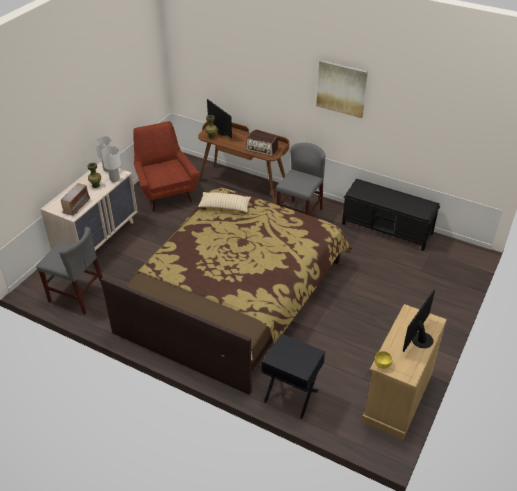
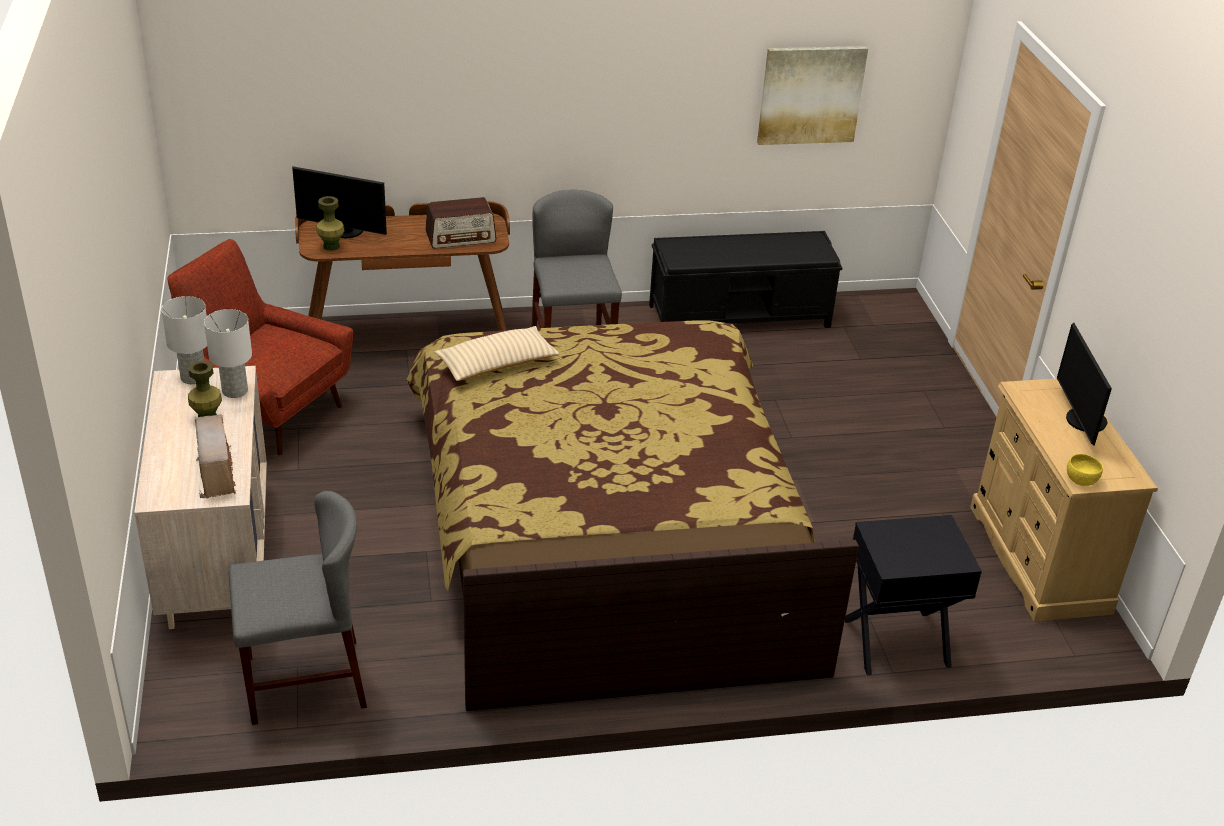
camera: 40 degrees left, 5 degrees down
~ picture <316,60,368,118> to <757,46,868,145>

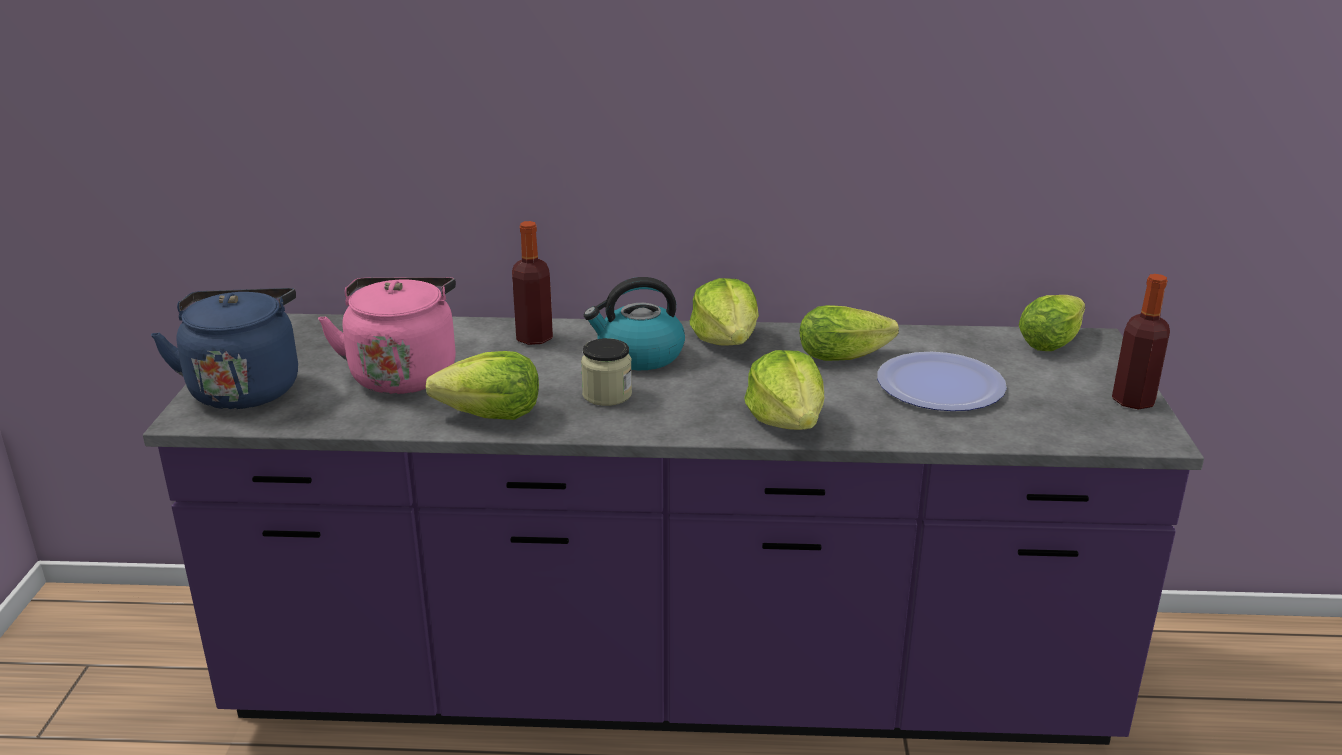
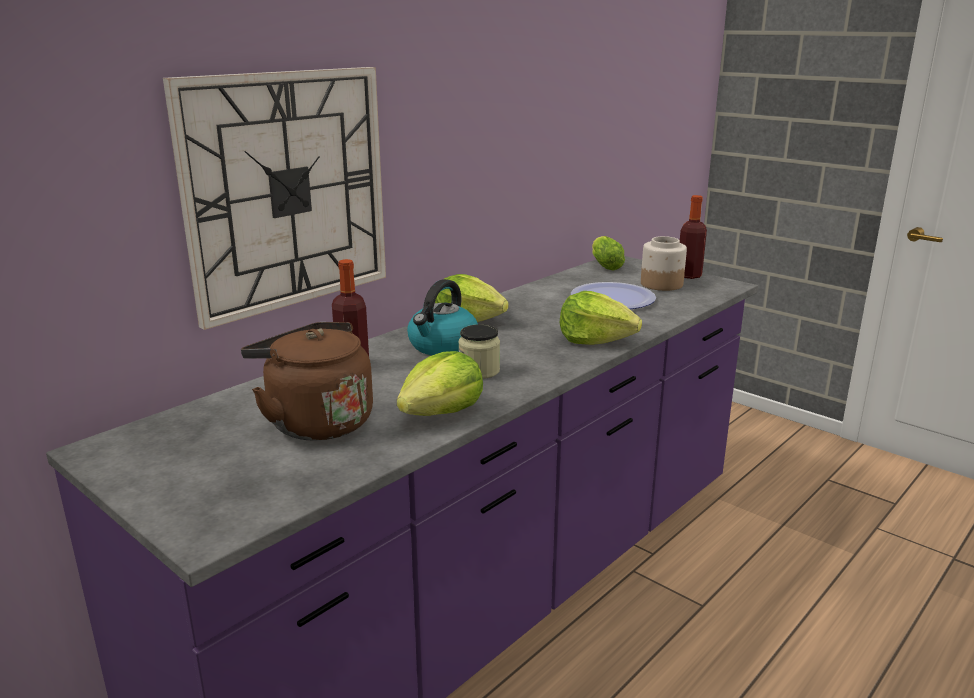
camera: 50 degrees left, 5 degrees down
+ hanging clock <163,67,386,330>
~ pink-coloured water kettle <318,277,456,394> to brown-coloured water kettle <241,322,373,441>
+ storage jar <641,236,687,291>
- blue water kettle <151,288,298,409>
- lettuce head <800,305,899,361>

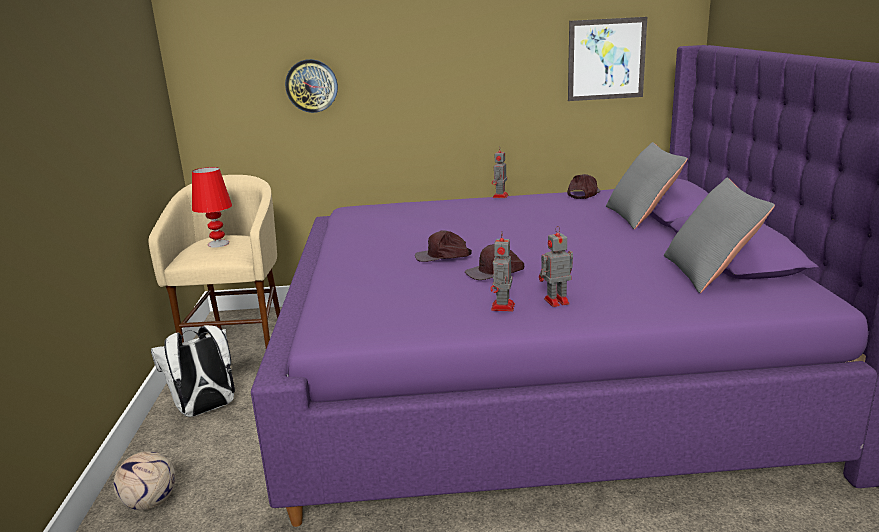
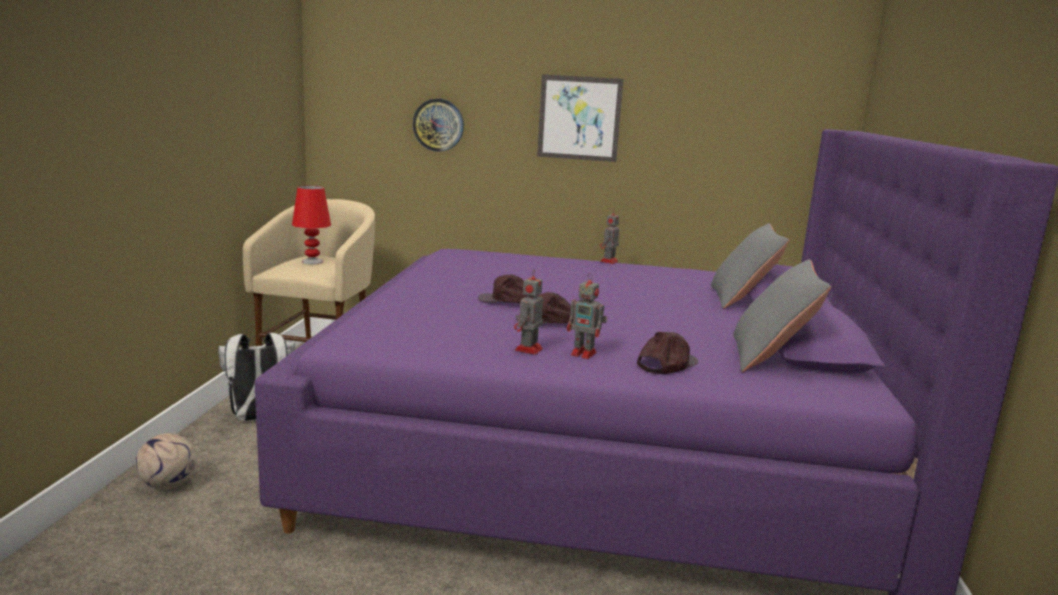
camera: 10 degrees right, 5 degrees down
~ picture <568,17,647,101> to <537,74,624,162>
~ model robot <539,226,573,307> = <567,273,607,359> 150 degrees counterclockwise
~ brown-coloured peaked cap <567,174,601,199> to <637,332,698,374>

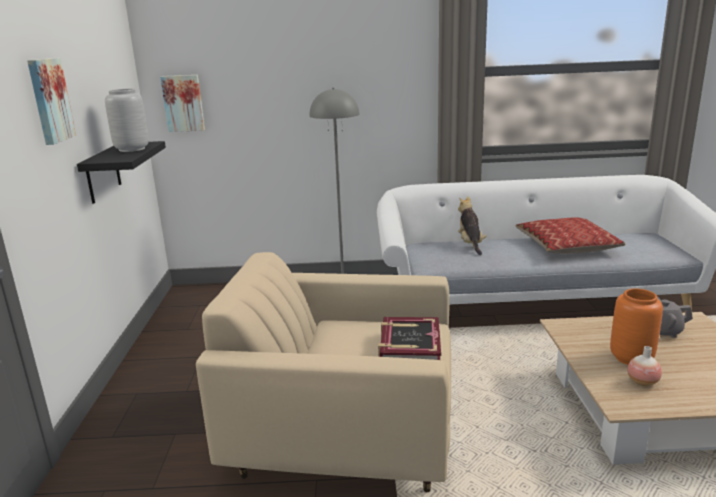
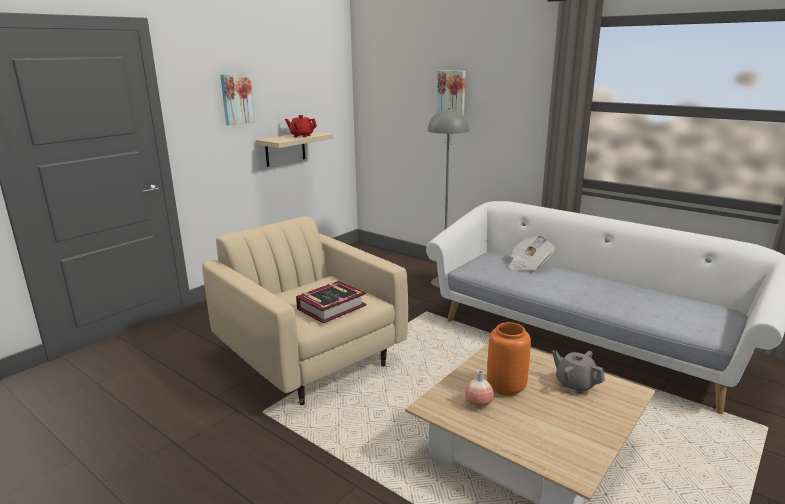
camera: 40 degrees right, 0 degrees up
~ blackish shelf <77,141,166,204> to sand-coloured shelf <256,132,333,167>
~ gray flower vase <105,89,149,152> to reddish tea pot <285,115,317,137>
~ picture <160,75,205,132> to <437,70,466,115>
~ soft toy <458,196,487,255> to printed paper <509,235,555,271>
- throw pillow <515,217,625,254>

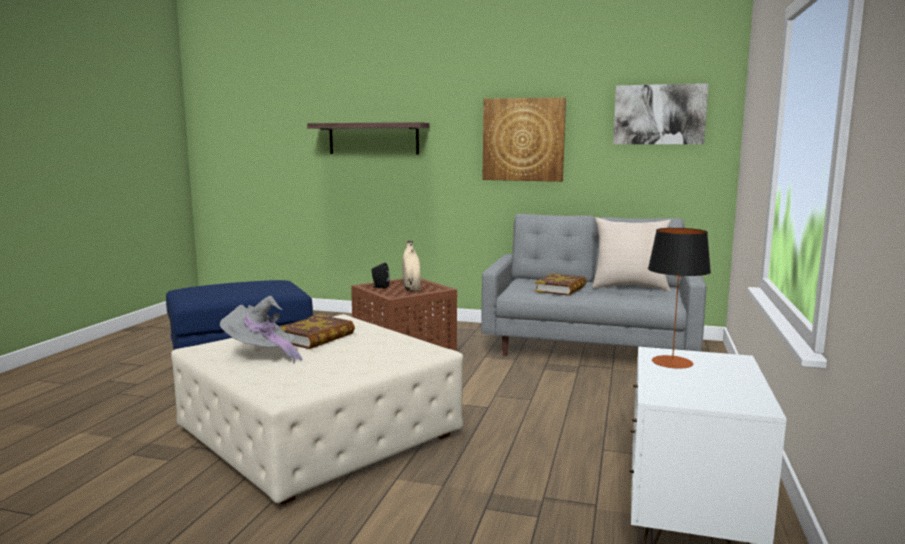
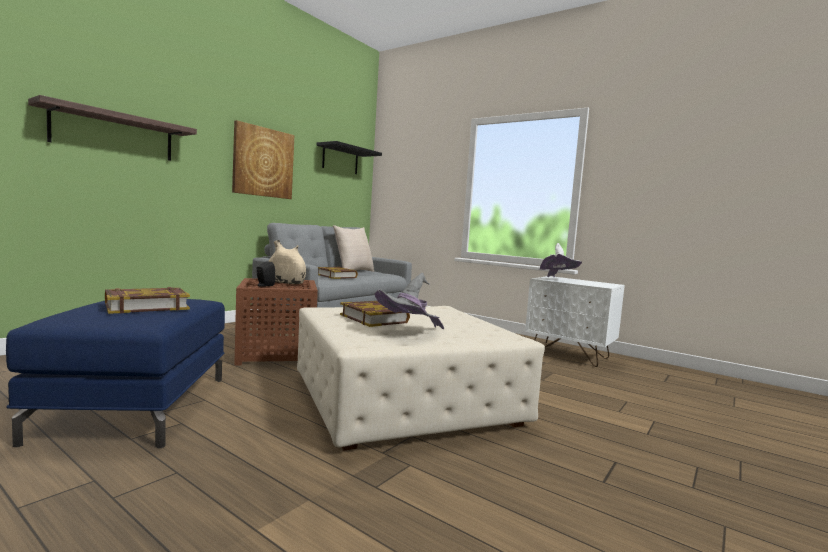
camera: 70 degrees left, 5 degrees down
+ book <105,287,190,314>
~ picture <613,83,708,144> to blackish shelf <316,141,382,174>
~ table lamp <648,228,711,369> to white wearable hat <540,243,582,277>

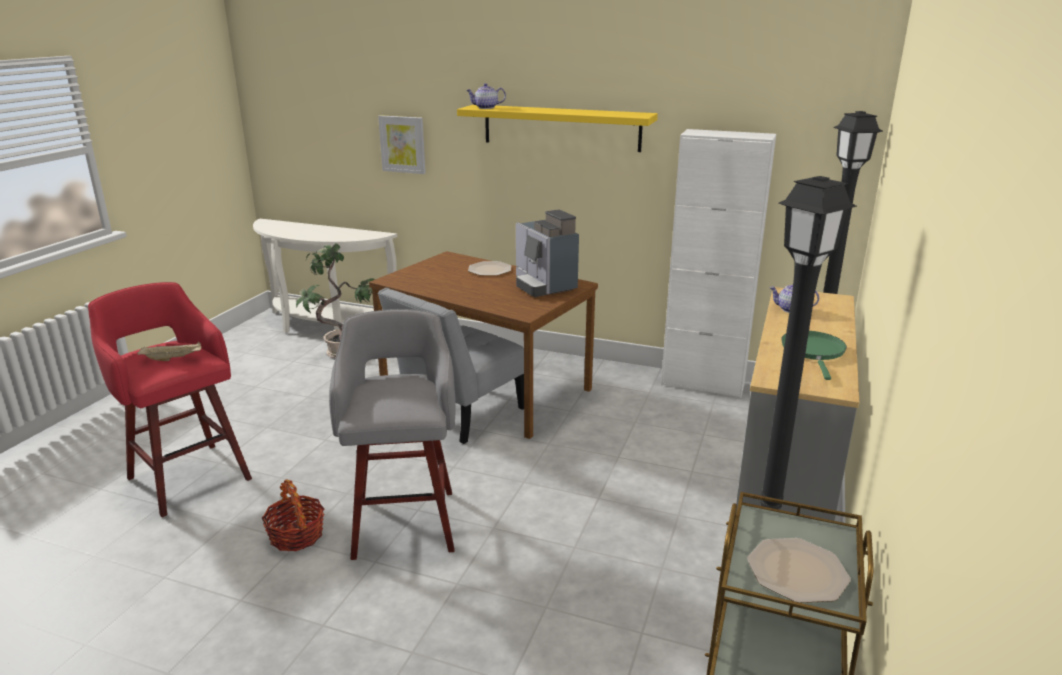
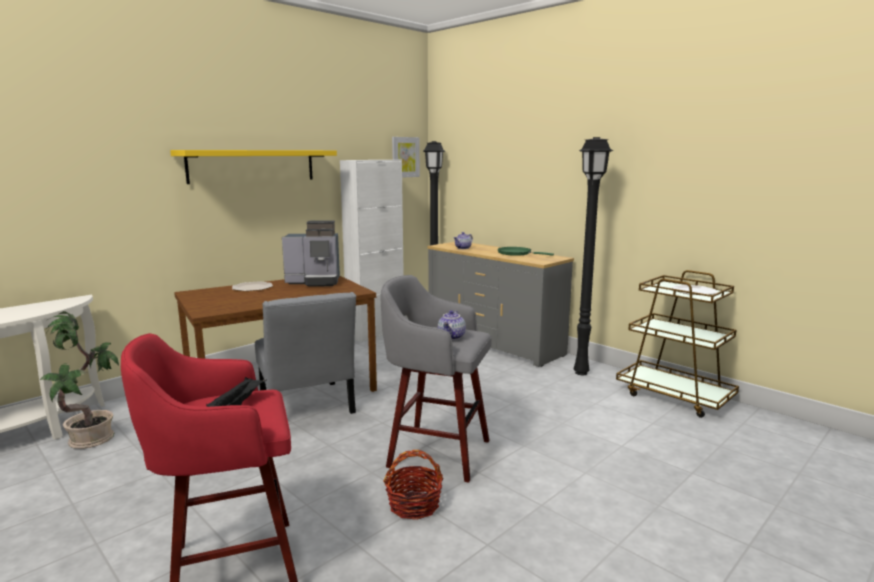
camera: 65 degrees left, 10 degrees down
~ sand-coloured tray <138,342,201,361> to blackish tray <206,377,266,407>
~ picture <378,115,426,174> to <392,137,420,178>
~ tea pot <466,83,506,109> to <438,310,466,340>

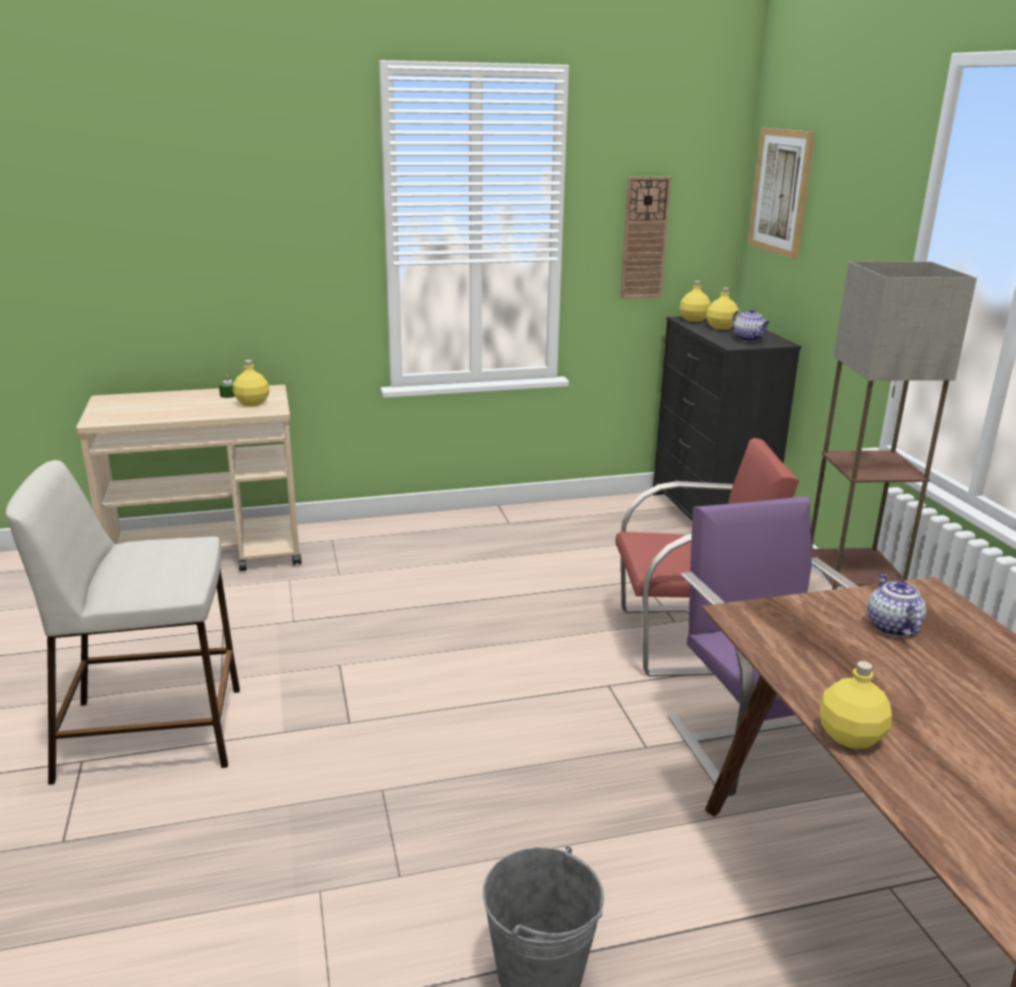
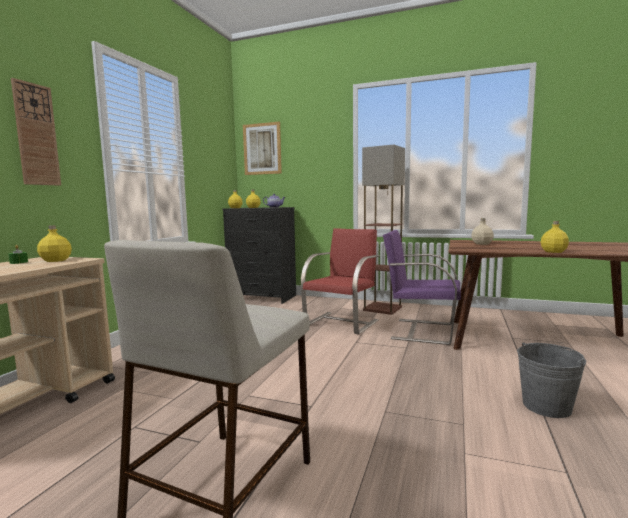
camera: 55 degrees left, 15 degrees down
~ hanging clock <620,177,671,299> to <11,78,61,186>
~ tea pot <867,573,926,637> to sand-coloured bottle <471,218,494,245>

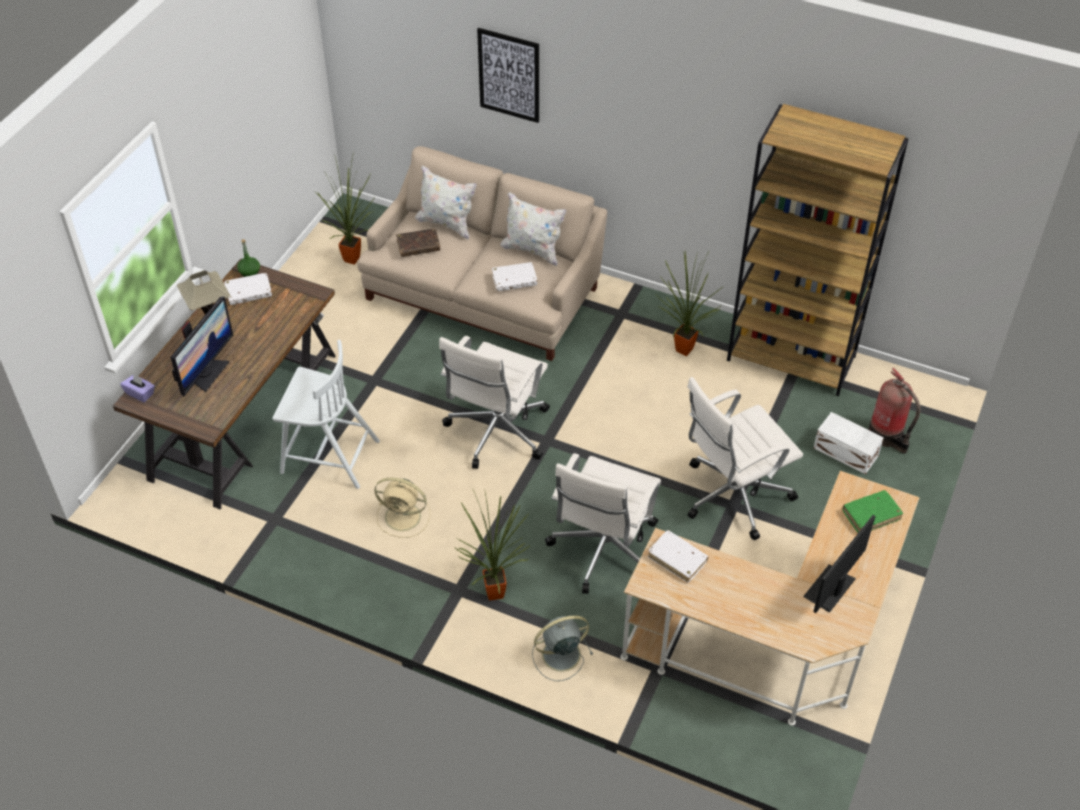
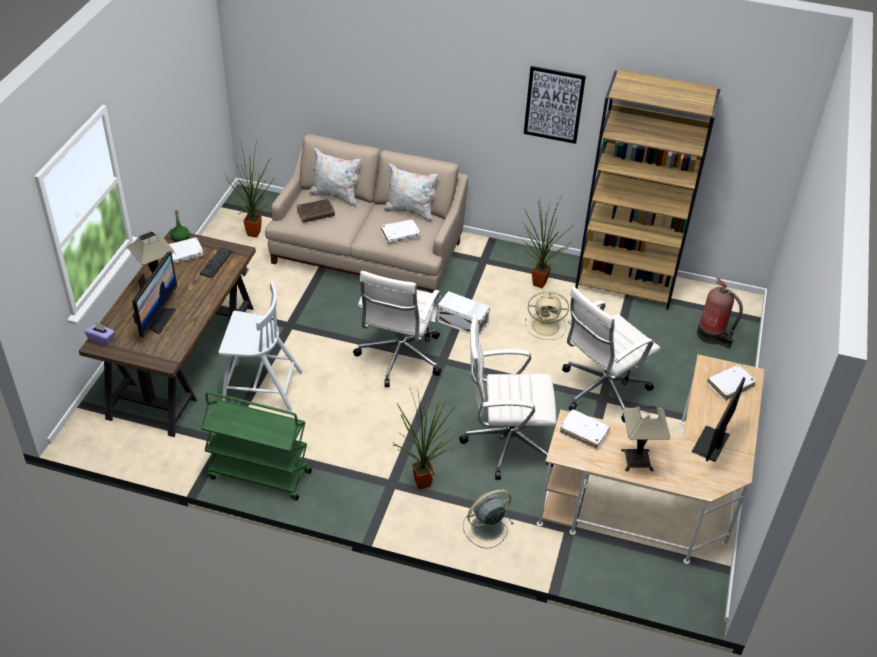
camera: 10 degrees left, 5 degrees down
+ computer keyboard <200,247,233,278>
+ green wheeled cart <201,391,312,501>
~ white storage bin <813,412,884,475> to <437,291,490,336>
~ white office chair <545,453,661,594> = <459,315,556,480> 75 degrees clockwise
~ picture <477,28,539,123> to <524,66,586,144>
~ sand-coloured cooling fan <374,477,430,538> to <525,291,569,340>
+ table lamp <621,406,670,471>
~ green book <842,490,903,533> to white book <707,365,756,401>

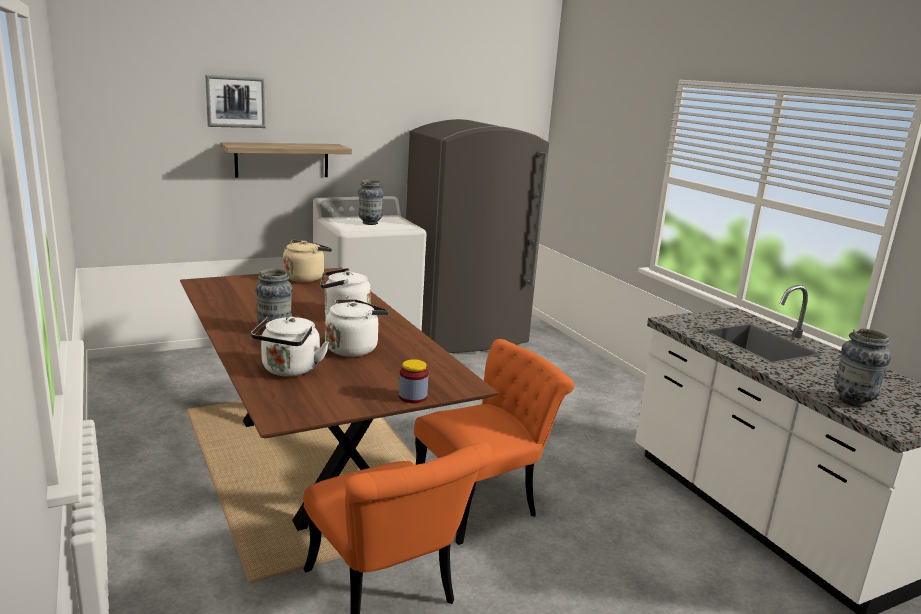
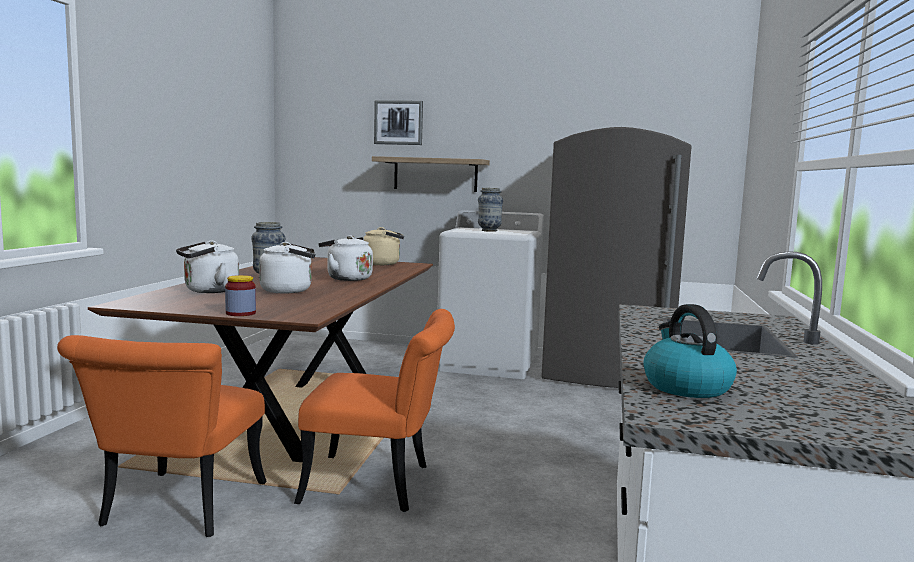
camera: 40 degrees right, 10 degrees down
~ flower vase <834,328,891,407> to water kettle <643,304,737,398>

